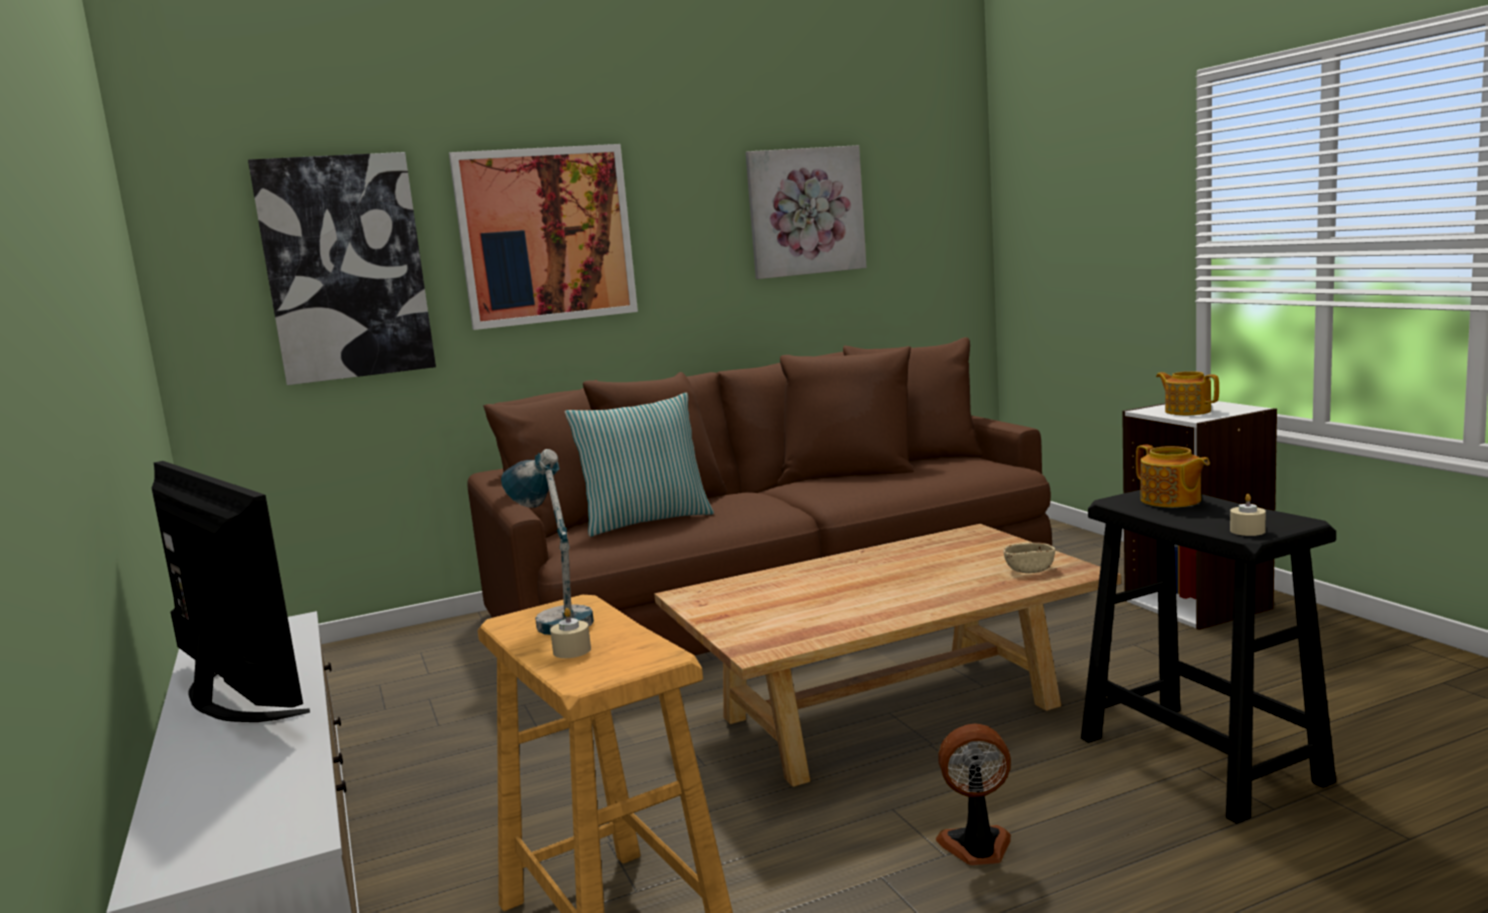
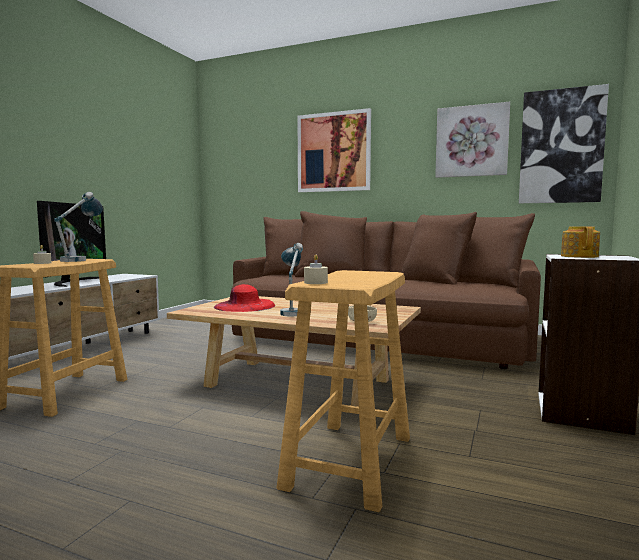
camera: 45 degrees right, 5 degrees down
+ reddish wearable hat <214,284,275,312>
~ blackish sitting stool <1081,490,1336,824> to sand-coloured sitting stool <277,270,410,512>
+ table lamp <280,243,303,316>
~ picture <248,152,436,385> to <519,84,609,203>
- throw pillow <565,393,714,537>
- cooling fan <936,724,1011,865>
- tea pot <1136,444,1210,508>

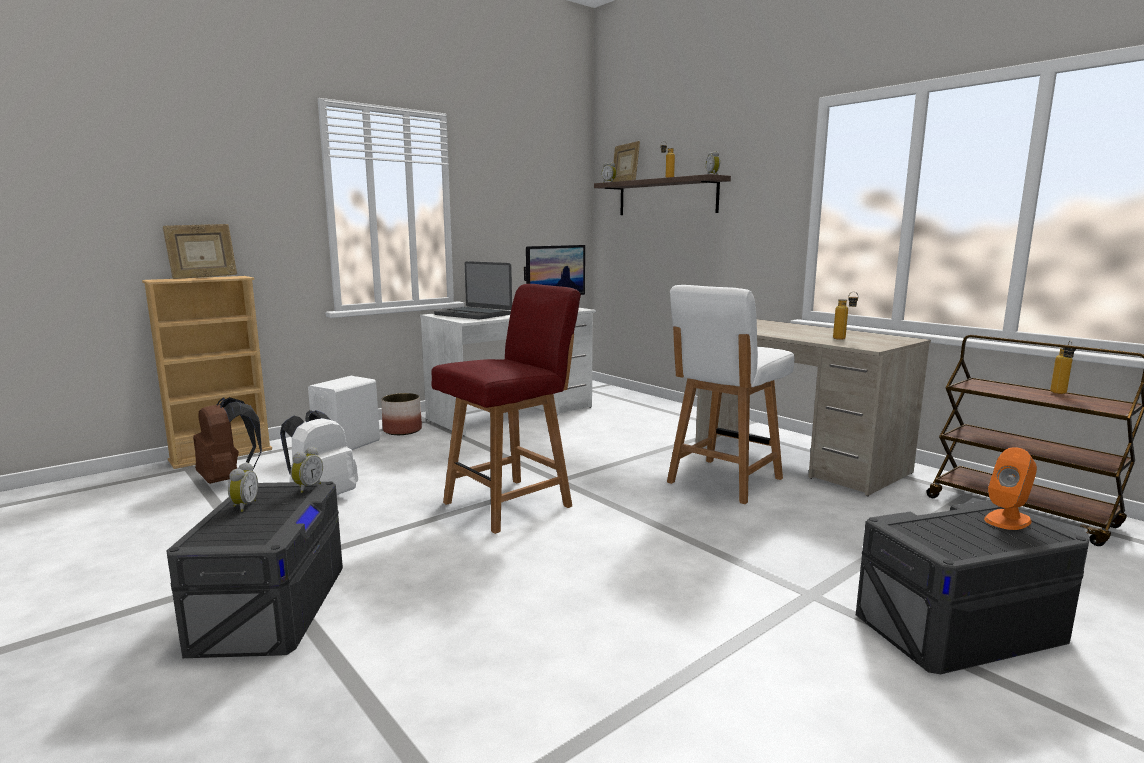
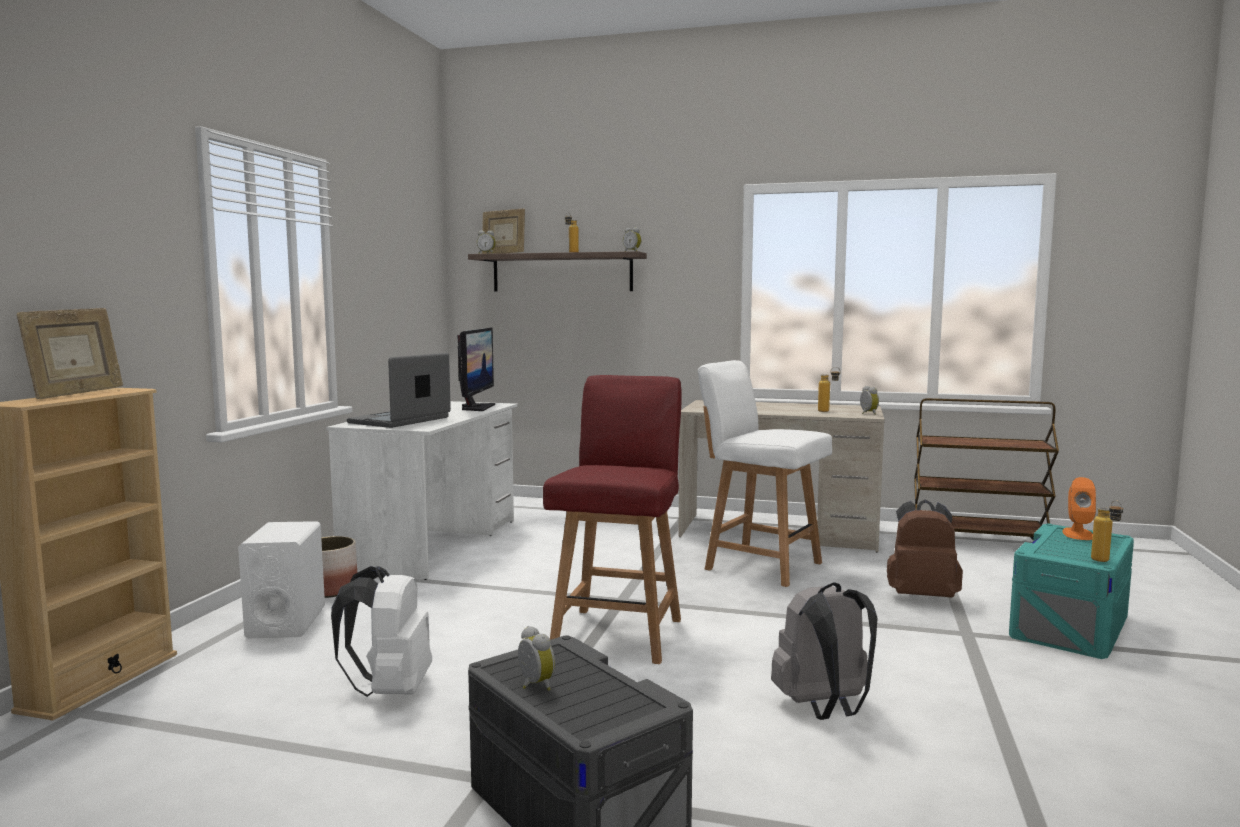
camera: 35 degrees left, 5 degrees down
~ laptop <434,261,512,320> = <347,353,451,428> 120 degrees clockwise
~ white chair <667,285,795,504> = <698,360,832,587> 120 degrees clockwise
+ gray rucksack <771,582,878,720>
~ alarm clock <291,447,323,493> to <860,386,879,415>
~ brown-coloured rucksack <193,397,262,484> to <887,499,963,598>
~ gray storage bin <856,500,1089,674> to turquoise-coloured storage bin <1009,524,1134,659>
~ bottle <1050,340,1076,394> to <1091,500,1123,562>

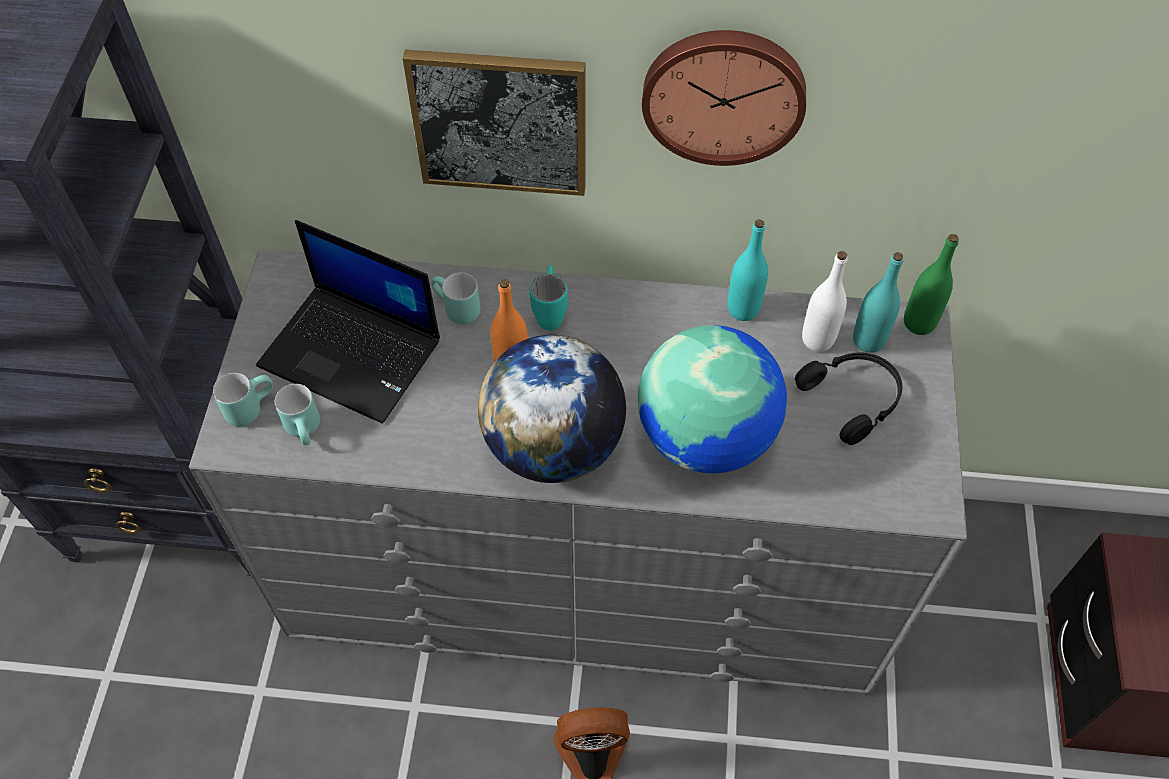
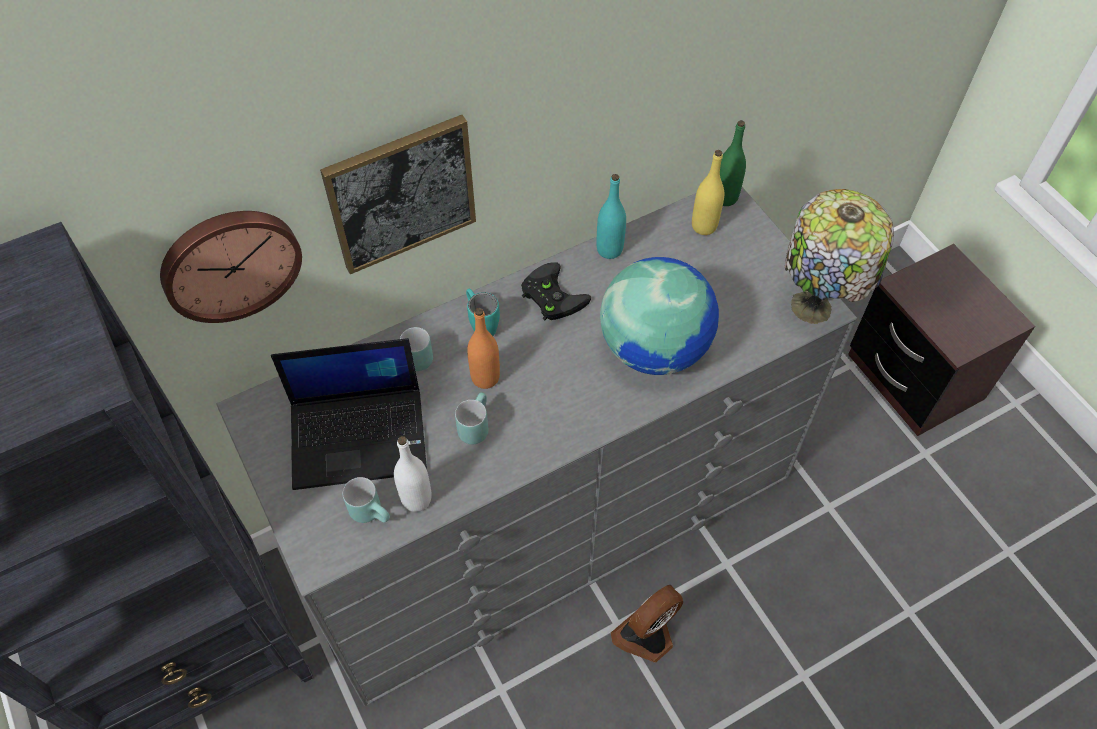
camera: 35 degrees left, 0 degrees up
~ hanging clock <642,30,806,166> to <160,211,302,323>
~ white bottle <802,251,847,352> to <394,436,432,512>
~ turquoise-coloured tea mug <213,373,273,426> to <455,392,488,444>
+ blackish joypad <521,263,591,321>
~ turquoise-coloured bottle <853,252,903,353> to yellowish bottle <692,150,724,235>
+ table lamp <785,189,894,324>
- world globe <478,335,626,483>
- blackish headphones <795,352,902,445>

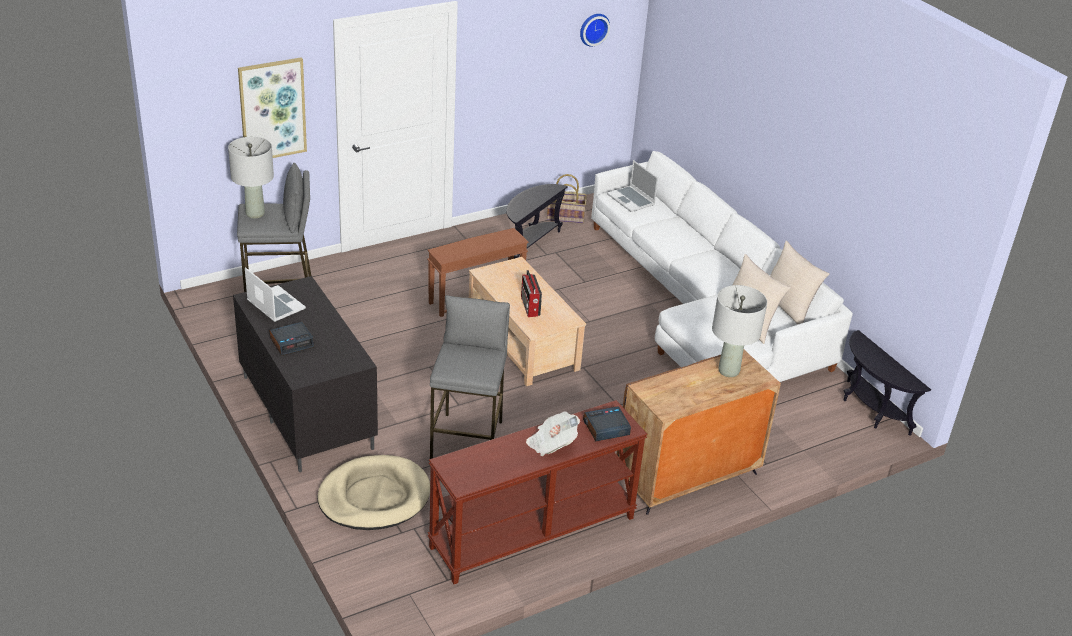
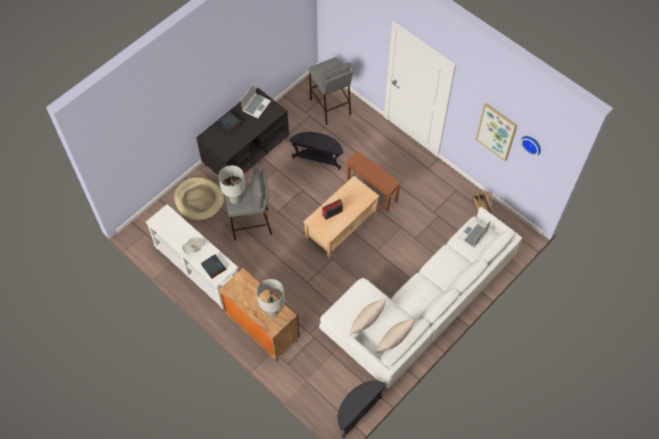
camera: 75 degrees right, 25 degrees up
~ brown-coloured narrow table <428,400,648,584> to white narrow table <146,204,238,310>
~ gray table lamp <228,137,274,219> to <219,165,245,204>
~ blackish accent table <506,184,568,259> to <289,132,343,170>
~ picture <238,57,307,158> to <476,103,517,161>

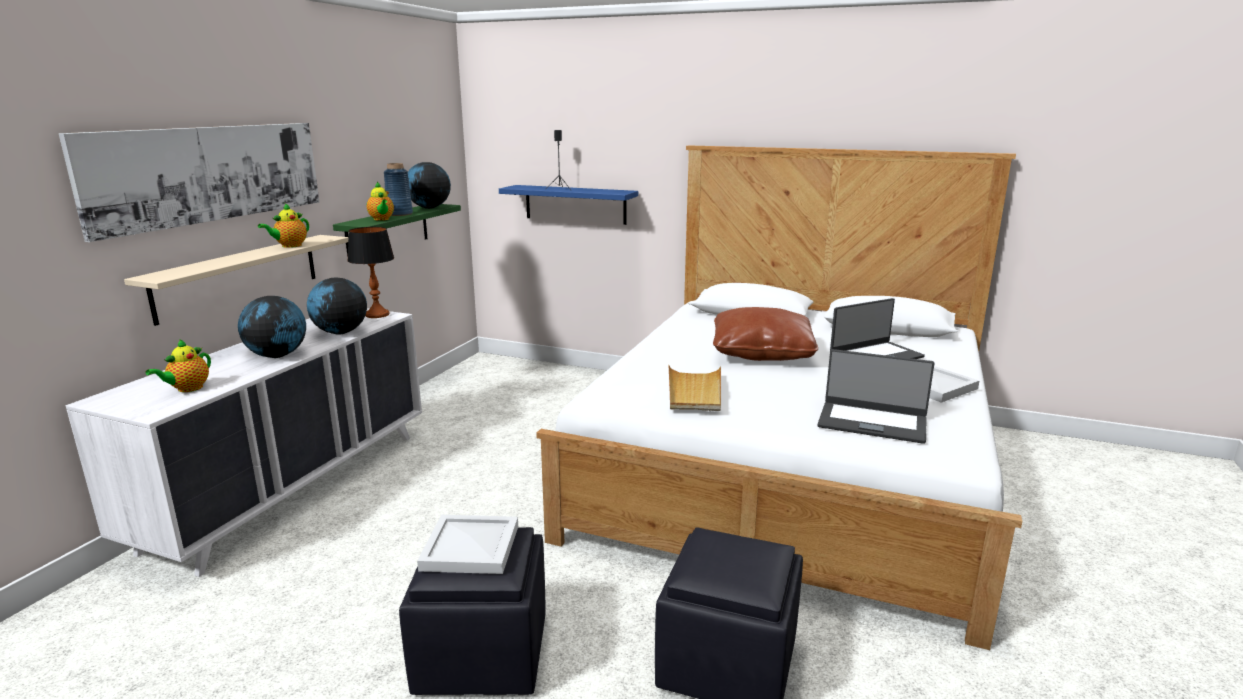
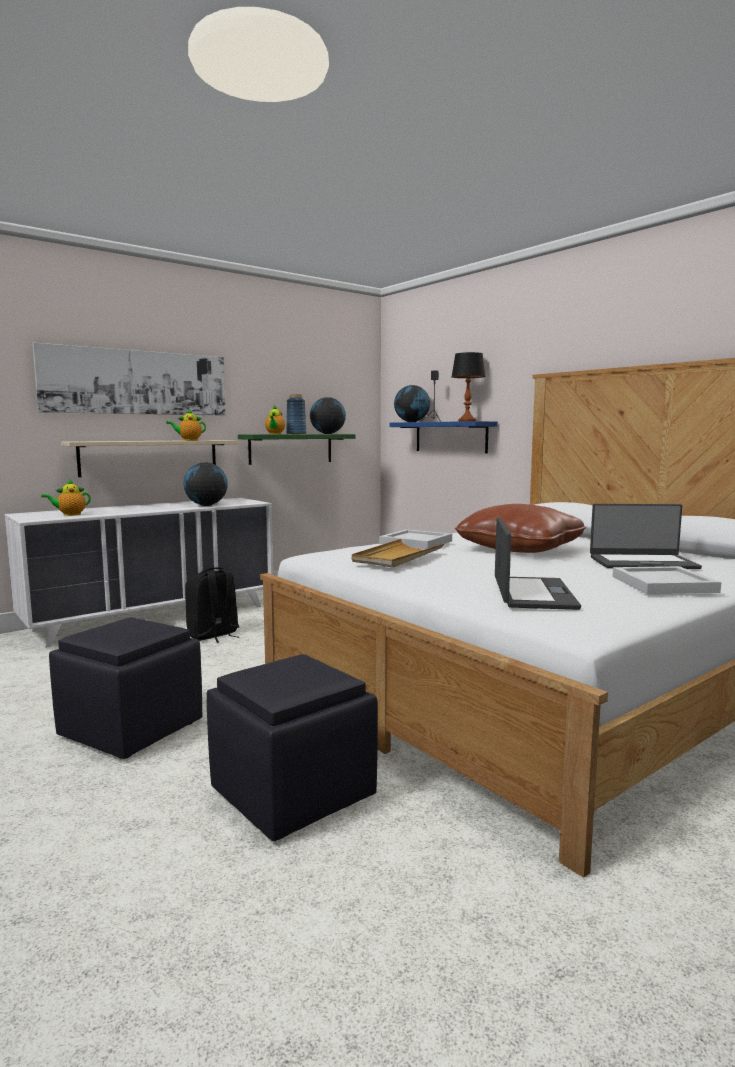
camera: 30 degrees right, 10 degrees down
+ blackish rucksack <185,567,239,643>
~ white tray <417,515,518,574> to <379,529,452,549>
~ world globe <238,296,306,358> to <394,385,430,422>
~ table lamp <347,227,394,318> to <452,352,485,421>
~ laptop <817,349,934,444> = <495,517,581,610> 135 degrees counterclockwise

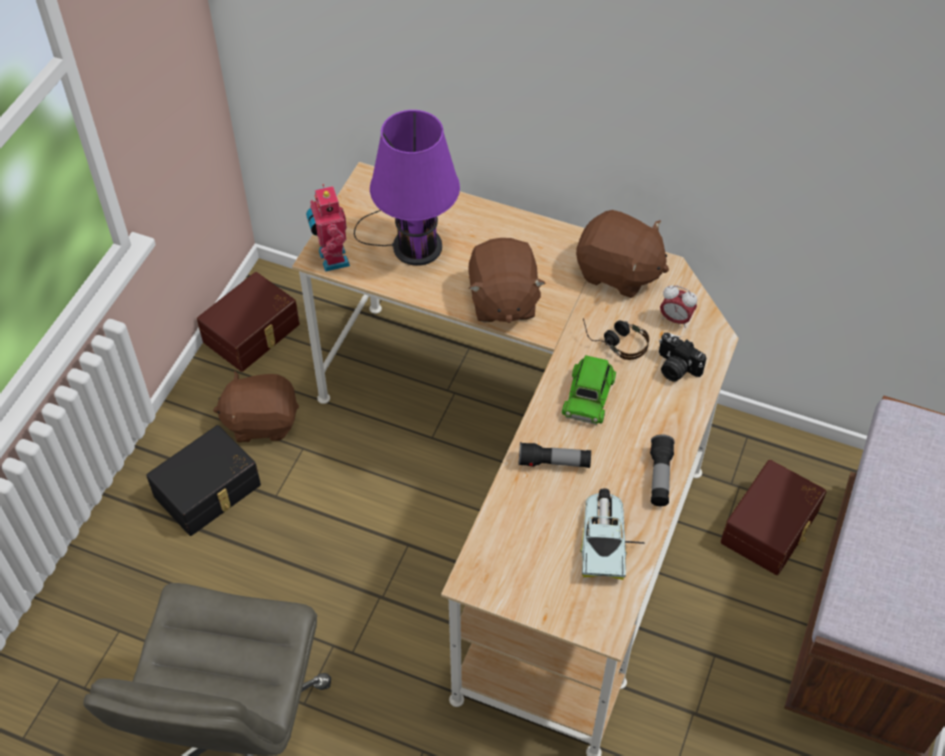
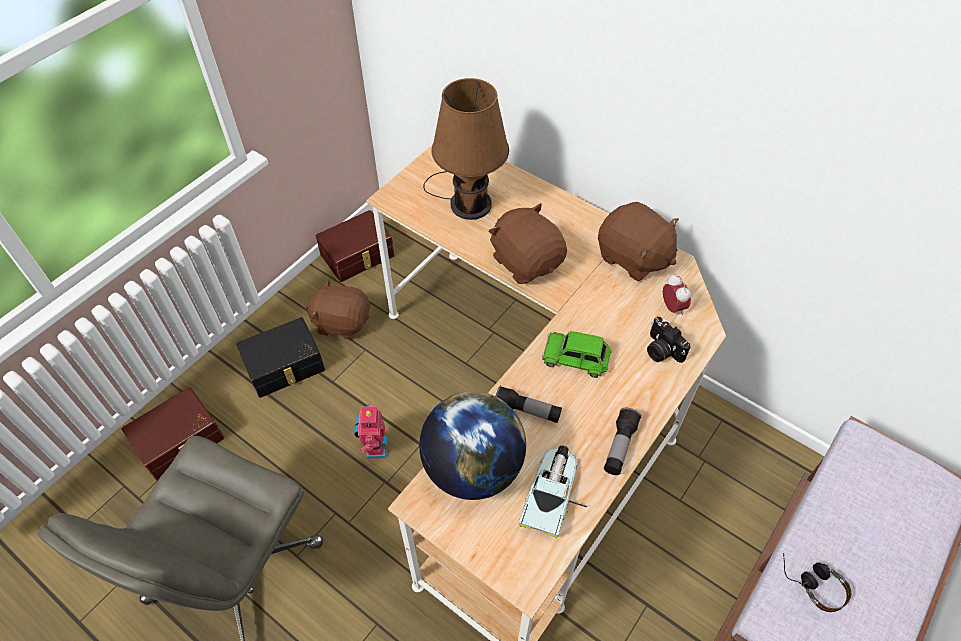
camera: 15 degrees right, 0 degrees up
~ brown-coloured storage bin <721,460,827,575> to <122,387,224,481>
~ model robot <306,184,350,272> to <354,404,387,459>
+ world globe <419,391,526,500>
~ purple-coloured table lamp <354,110,460,266> to brown-coloured table lamp <423,78,509,220>
~ brown-coloured soft toy <468,238,545,323> = <488,203,567,284> 135 degrees clockwise
~ green model car <562,355,616,425> = <542,331,612,378> 75 degrees clockwise
~ alarm clock <660,285,697,328> = <663,275,691,315> 150 degrees counterclockwise
~ headphones <583,318,649,360> to <783,553,851,612>

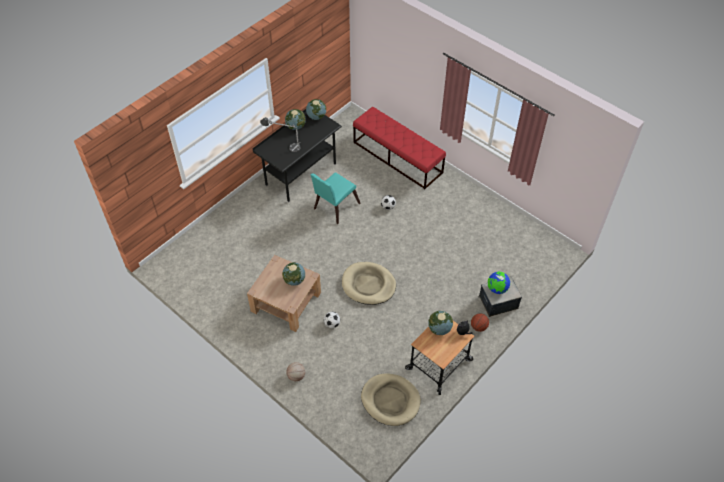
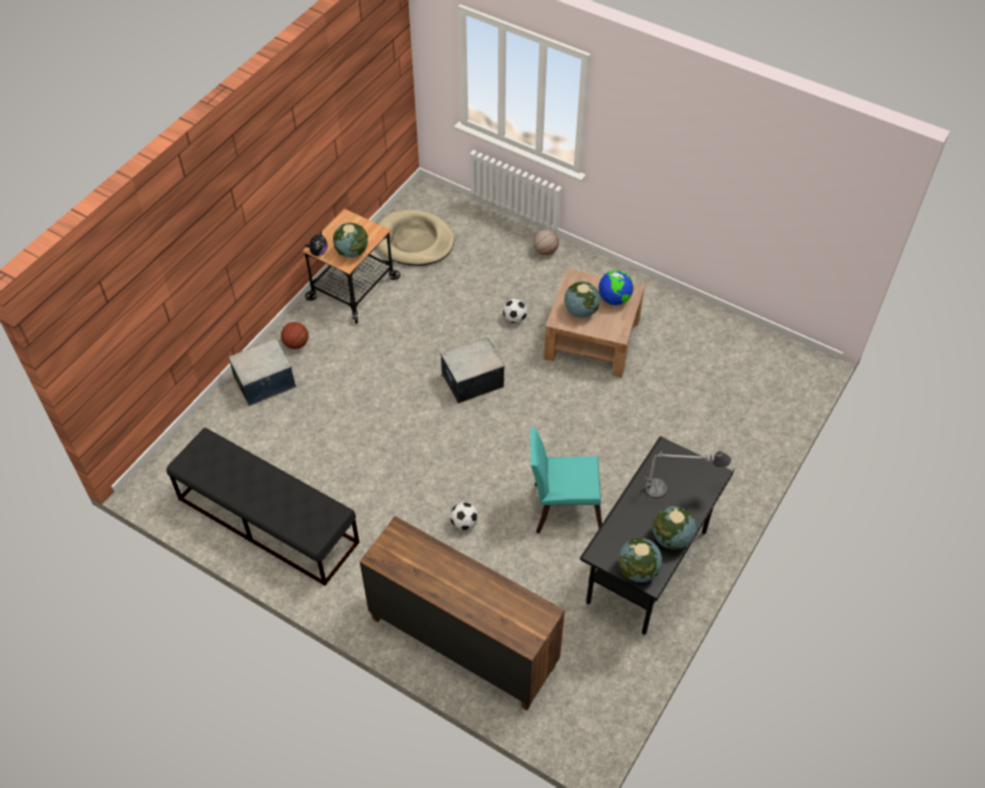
camera: 170 degrees right, 0 degrees up
+ blackish bench <167,428,360,586>
~ reddish bench <353,107,446,189> to brown-coloured chest of drawers <359,516,565,710>
~ sand-coloured dog cushion <342,262,396,305> to storage bin <440,337,505,403>
~ turquoise-coloured chair <310,172,361,224> = <530,427,602,533> 120 degrees counterclockwise
~ world globe <488,272,510,294> to <599,270,634,305>

